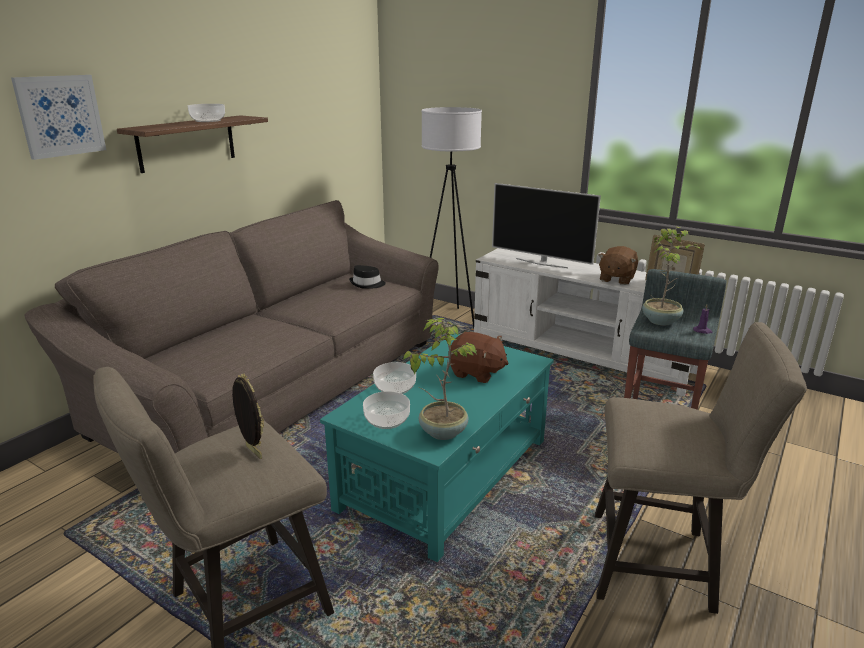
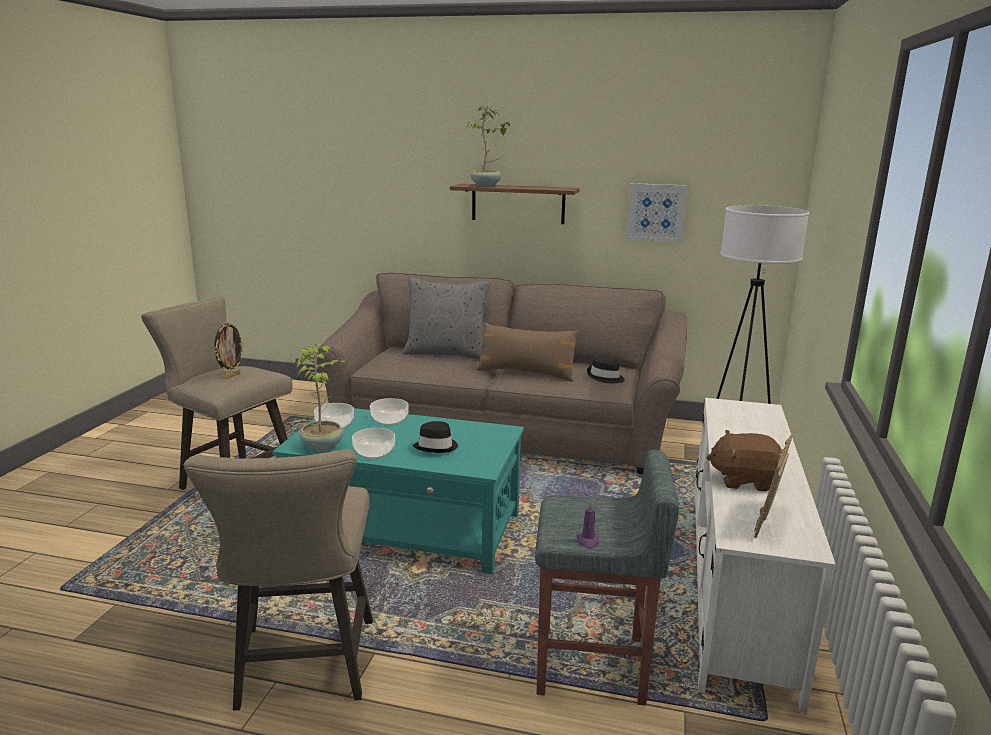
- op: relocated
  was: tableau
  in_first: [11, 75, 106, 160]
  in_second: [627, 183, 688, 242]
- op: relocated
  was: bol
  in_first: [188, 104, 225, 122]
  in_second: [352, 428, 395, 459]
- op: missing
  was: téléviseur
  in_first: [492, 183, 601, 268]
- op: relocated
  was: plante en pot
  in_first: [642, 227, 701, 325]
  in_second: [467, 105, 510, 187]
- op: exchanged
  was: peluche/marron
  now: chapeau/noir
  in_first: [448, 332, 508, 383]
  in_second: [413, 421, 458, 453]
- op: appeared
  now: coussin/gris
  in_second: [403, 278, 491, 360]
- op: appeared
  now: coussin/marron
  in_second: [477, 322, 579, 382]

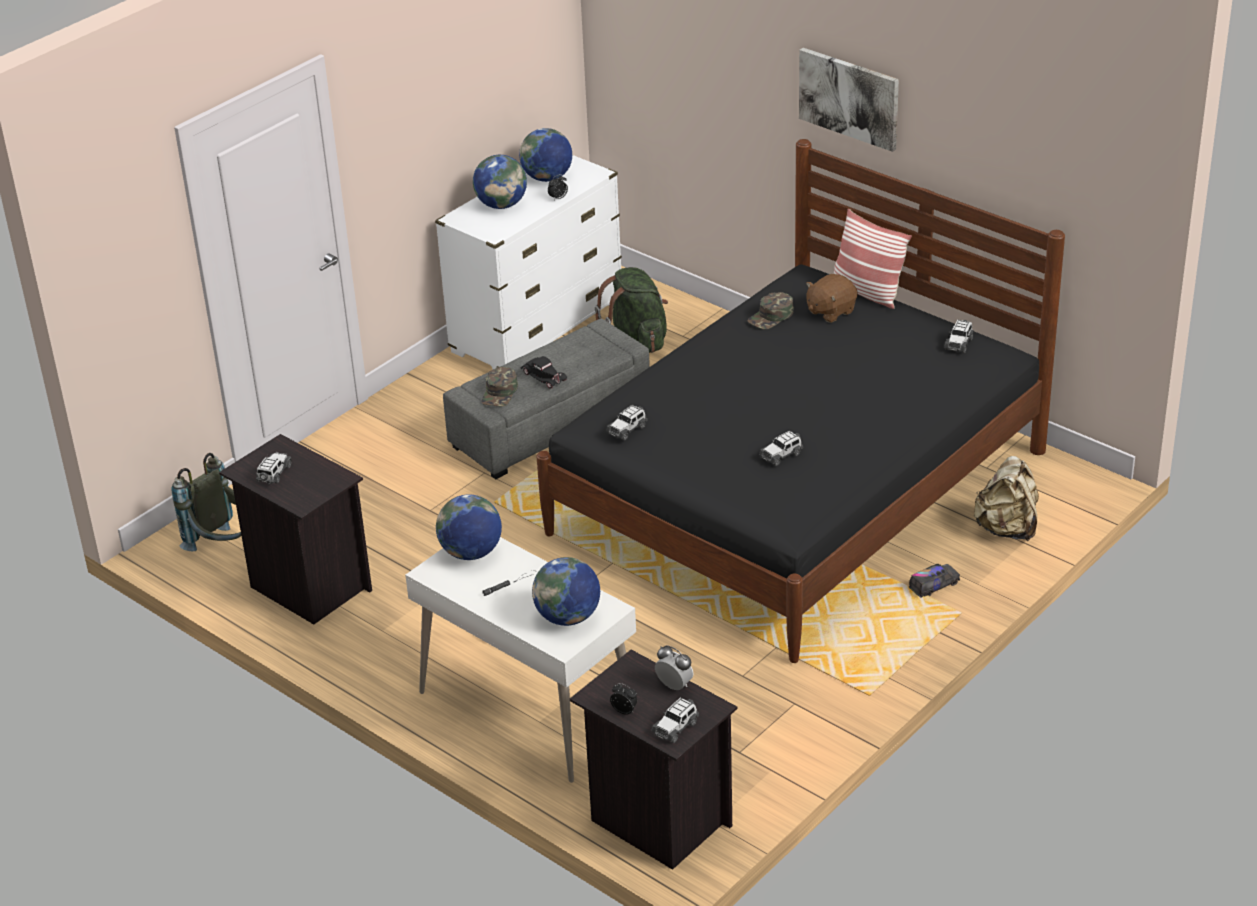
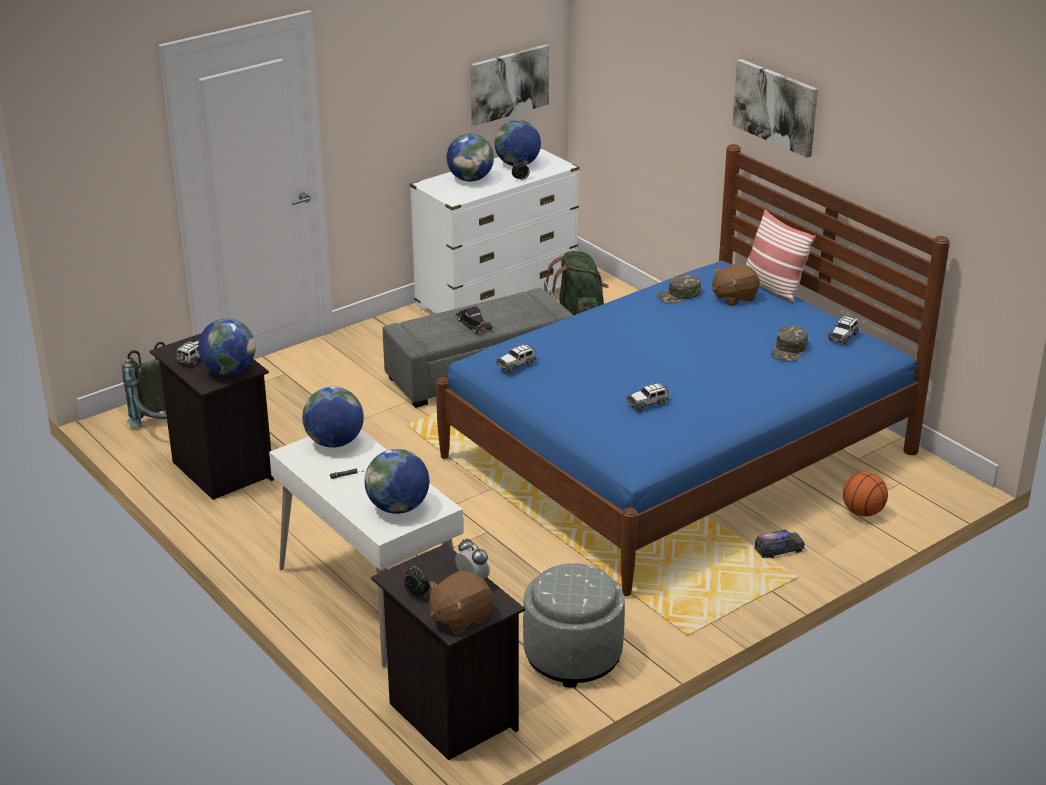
- op: colour
  was: lit/noir
  now: lit/bleu
  in_first: [536, 139, 1065, 663]
  in_second: [436, 144, 950, 596]
- op: relocated
  was: casquette/vert
  in_first: [481, 367, 518, 407]
  in_second: [771, 326, 808, 361]
- op: exchanged
  was: sac à dos/beige
  now: ballon de basket
  in_first: [973, 456, 1039, 541]
  in_second: [843, 472, 888, 517]
- op: exchanged
  was: petite voiture
  now: peluche/marron
  in_first: [652, 698, 699, 743]
  in_second: [429, 571, 493, 634]
- op: appeared
  now: tableau
  in_second: [471, 44, 549, 126]
- op: appeared
  now: globe
  in_second: [198, 319, 256, 375]
- op: appeared
  now: pouf/gris
  in_second: [523, 563, 625, 688]

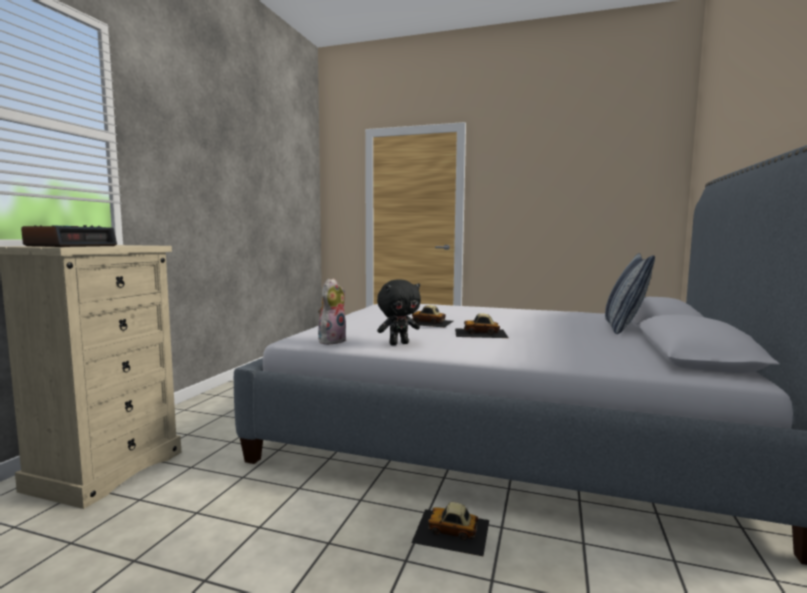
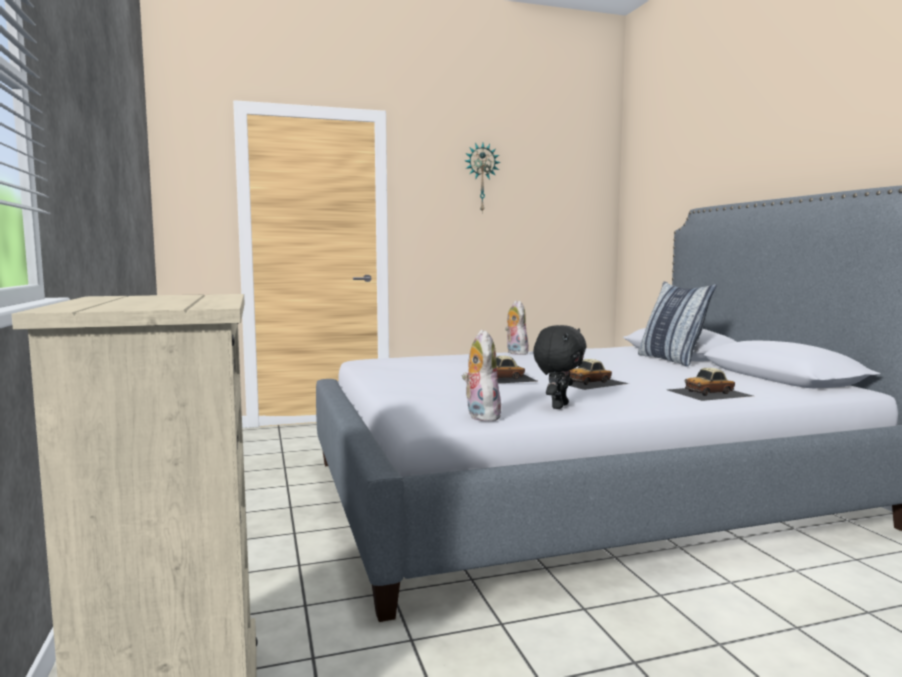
- op: missing
  was: réveil
  in_first: [21, 225, 117, 247]
- op: relocated
  was: petite voiture
  in_first: [412, 502, 489, 556]
  in_second: [668, 368, 753, 401]
- op: appeared
  now: horloge murale
  in_second: [465, 143, 501, 213]
- op: appeared
  now: peluche
  in_second: [505, 301, 529, 355]

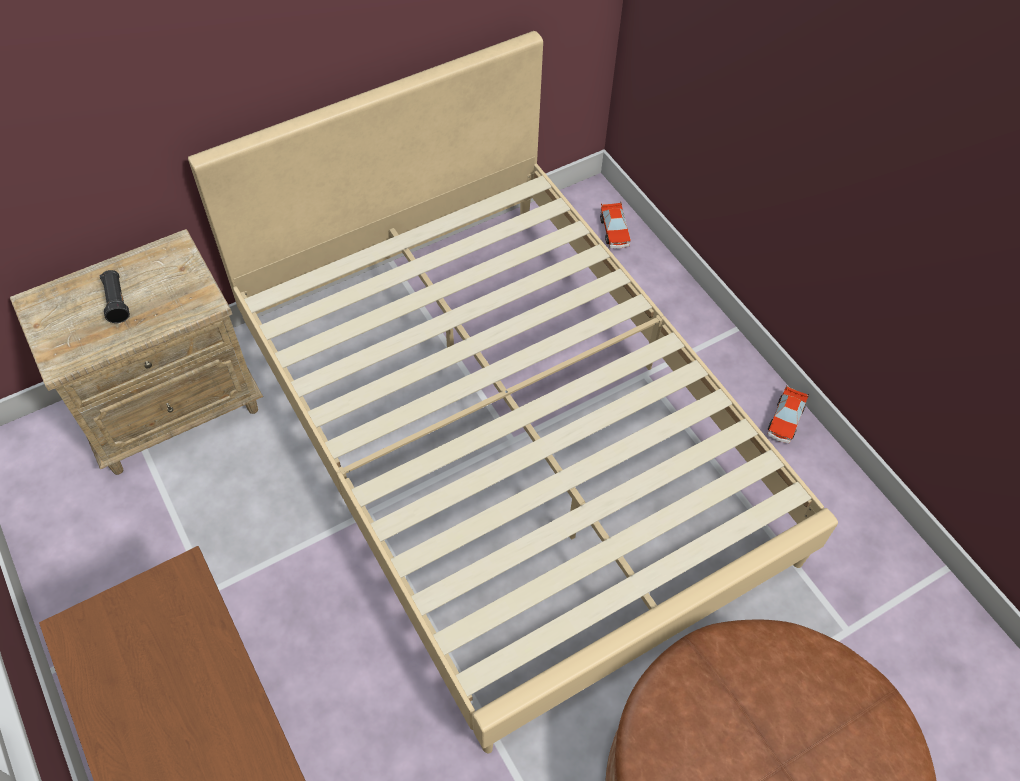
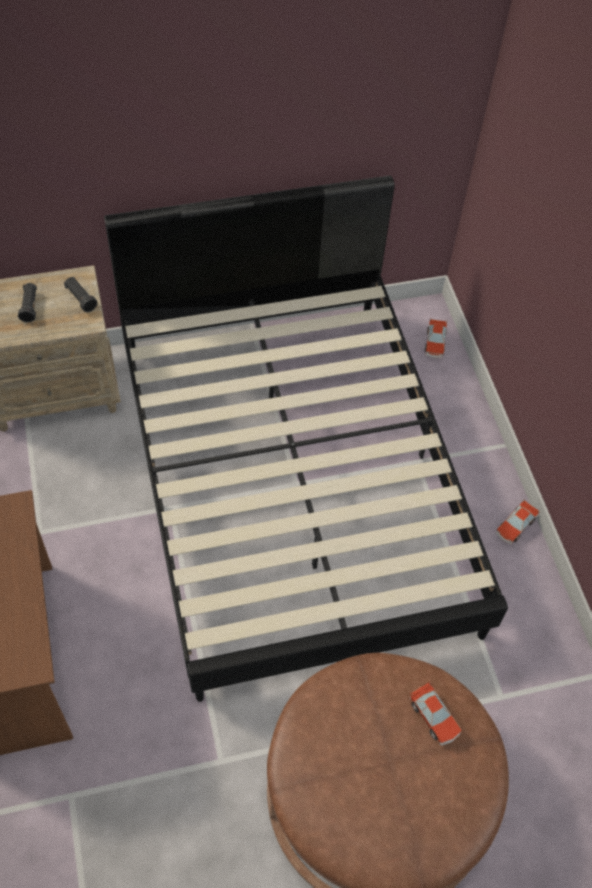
- op: colour
  was: lit/beige
  now: lit/noir
  in_first: [188, 31, 838, 754]
  in_second: [104, 176, 508, 702]
- op: appeared
  now: lampe de poche/noir
  in_second: [64, 277, 98, 312]
- op: appeared
  now: petite voiture
  in_second: [410, 681, 462, 746]

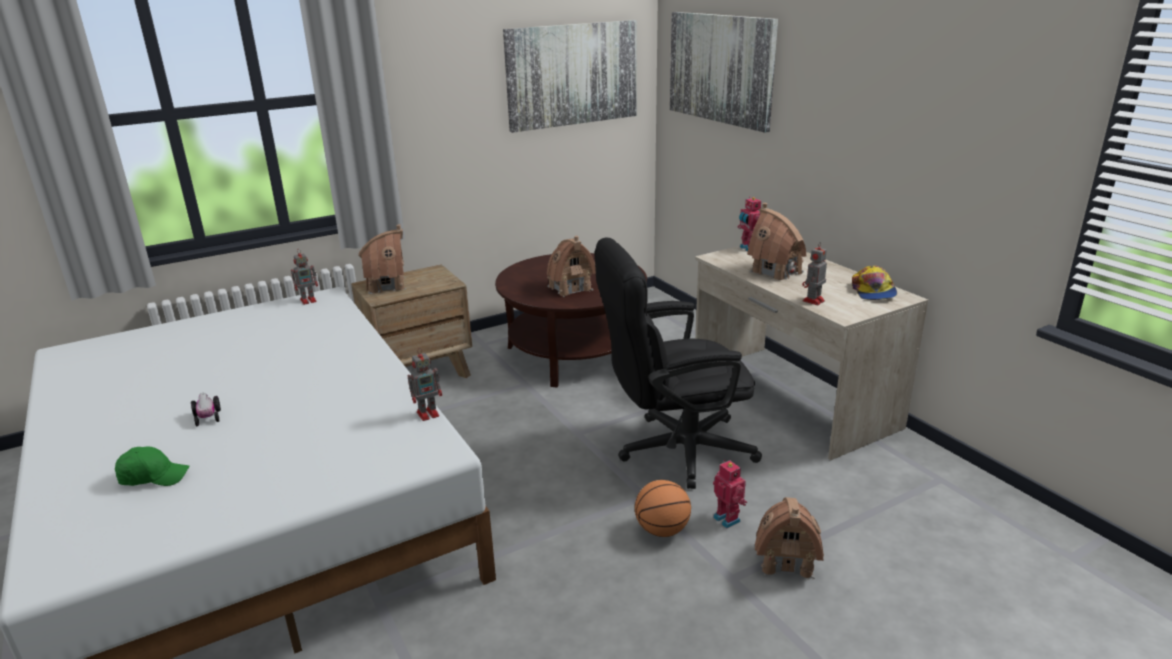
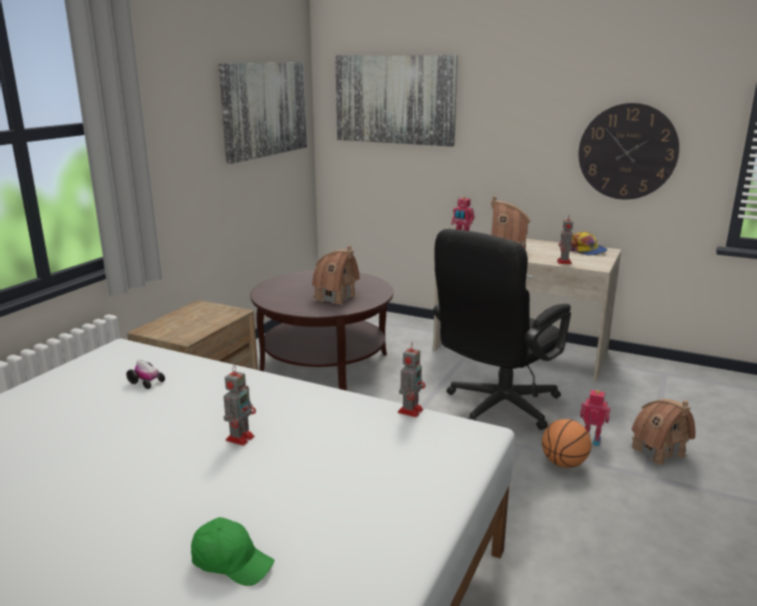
- op: missing
  was: maison miniature
  in_first: [358, 224, 406, 294]
- op: relocated
  was: robot jouet
  in_first: [291, 249, 318, 305]
  in_second: [224, 365, 256, 446]
- op: relocated
  was: petite voiture
  in_first: [191, 393, 221, 426]
  in_second: [126, 360, 165, 389]
- op: spun
  was: casquette/vert
  in_first: [115, 446, 189, 486]
  in_second: [191, 517, 275, 586]
  clockwise: 60
- op: appeared
  now: horloge murale
  in_second: [579, 103, 679, 200]

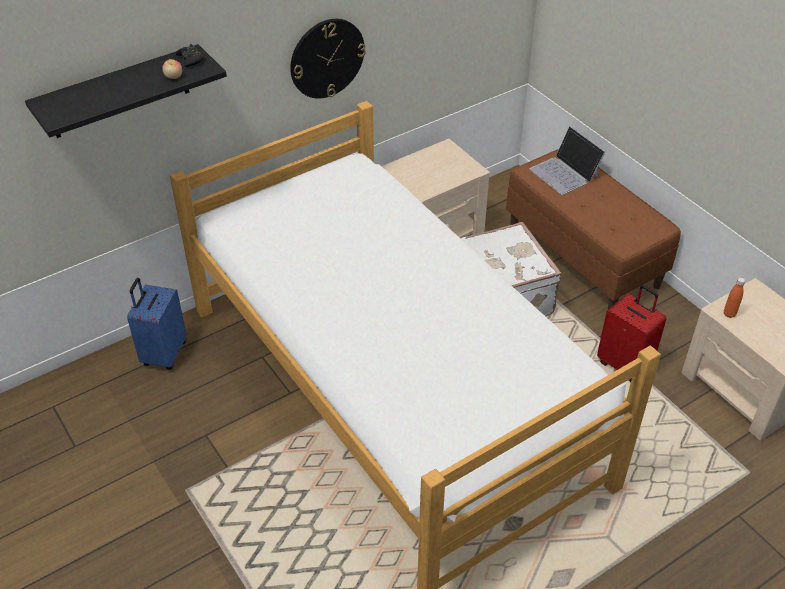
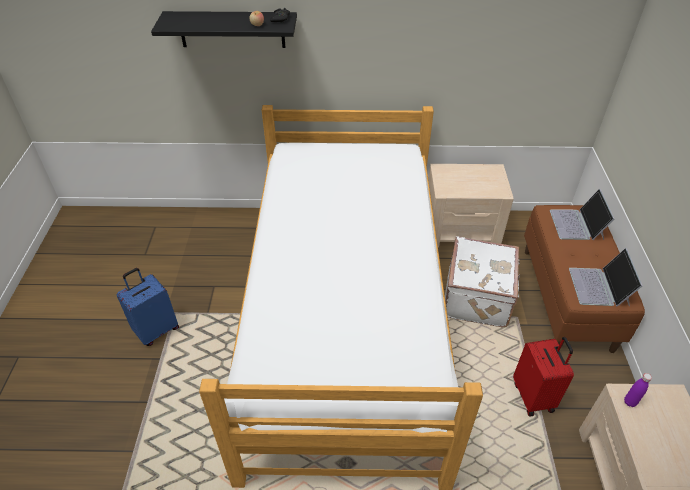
- op: missing
  was: horloge murale
  in_first: [290, 19, 366, 99]
- op: colour
  was: bouteille/orange
  now: bouteille/violet
  in_first: [724, 277, 745, 318]
  in_second: [624, 373, 652, 407]
- op: relocated
  was: valise/bleu
  in_first: [127, 278, 187, 370]
  in_second: [117, 268, 179, 346]
- op: appeared
  now: ordinateur portable
  in_second: [569, 248, 642, 307]

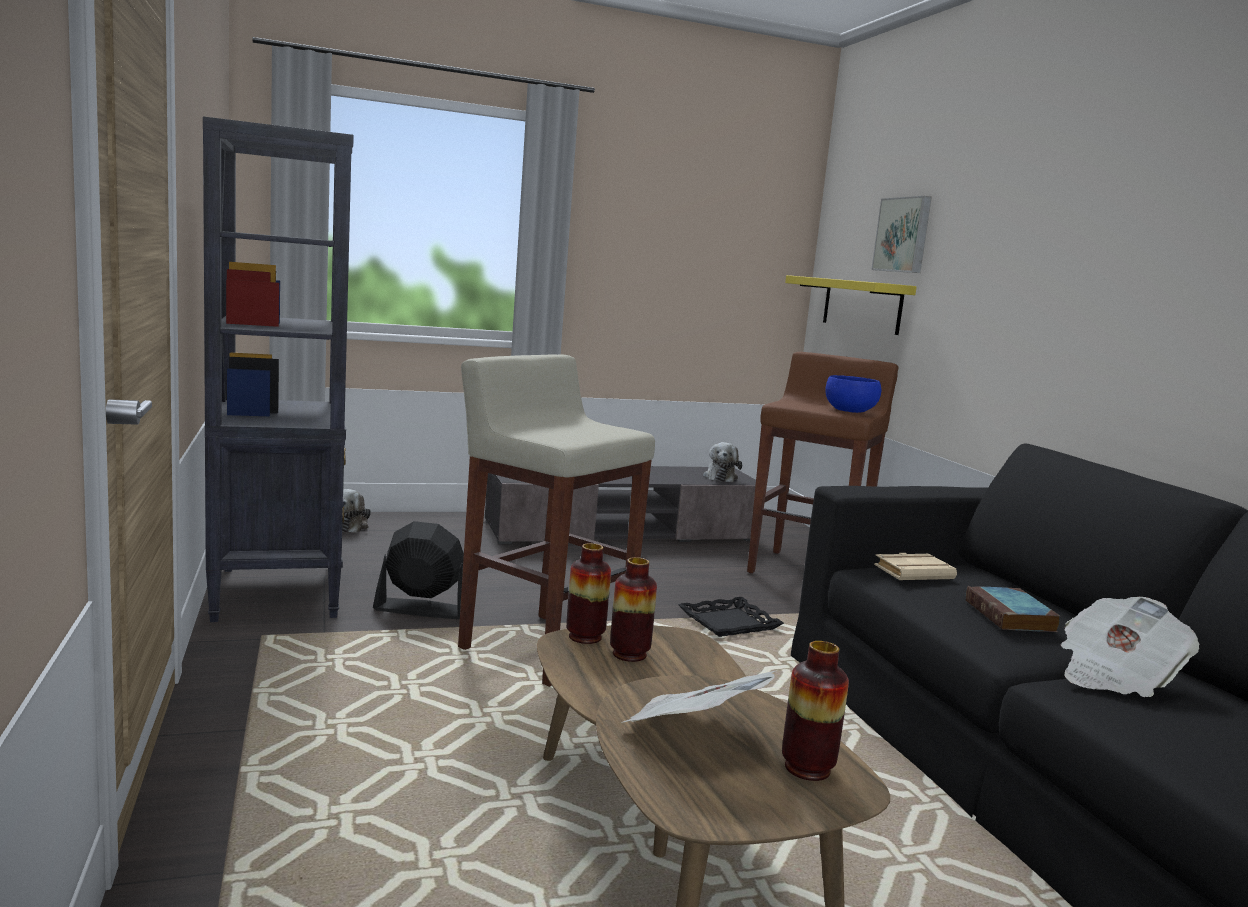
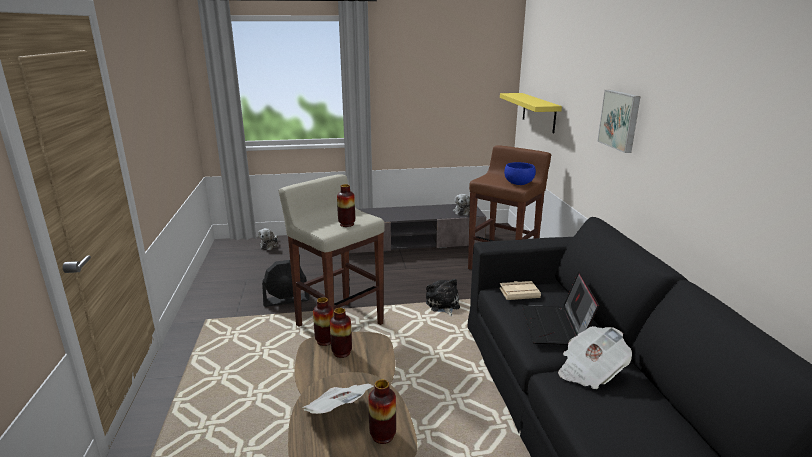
- op: missing
  was: bibliothèque/noir
  in_first: [203, 116, 354, 622]
- op: relocated
  was: tableau
  in_first: [871, 196, 932, 273]
  in_second: [597, 90, 641, 153]
- op: spun
  was: ventilateur/noir
  in_first: [373, 521, 464, 619]
  in_second: [262, 260, 310, 307]
  clockwise: 150
- op: exchanged
  was: livre
  now: ordinateur portable
  in_first: [965, 586, 1060, 632]
  in_second: [522, 272, 599, 345]
- op: exchanged
  was: plateau/noir
  now: peluche
  in_first: [678, 597, 784, 637]
  in_second: [426, 279, 460, 316]
- op: appeared
  now: vase
  in_second: [337, 184, 355, 227]

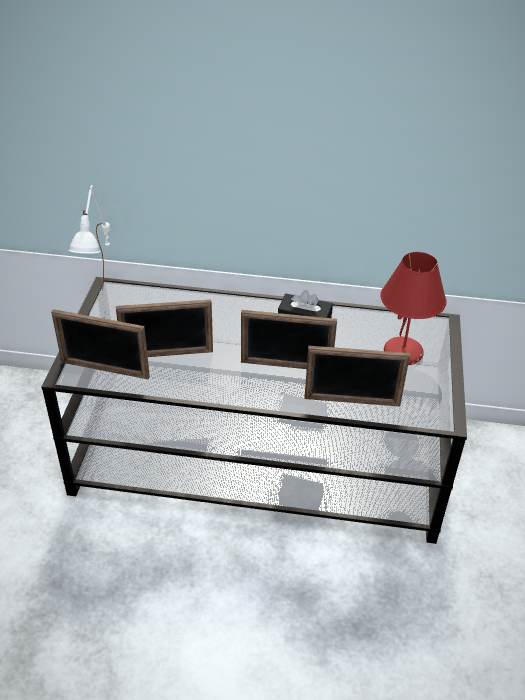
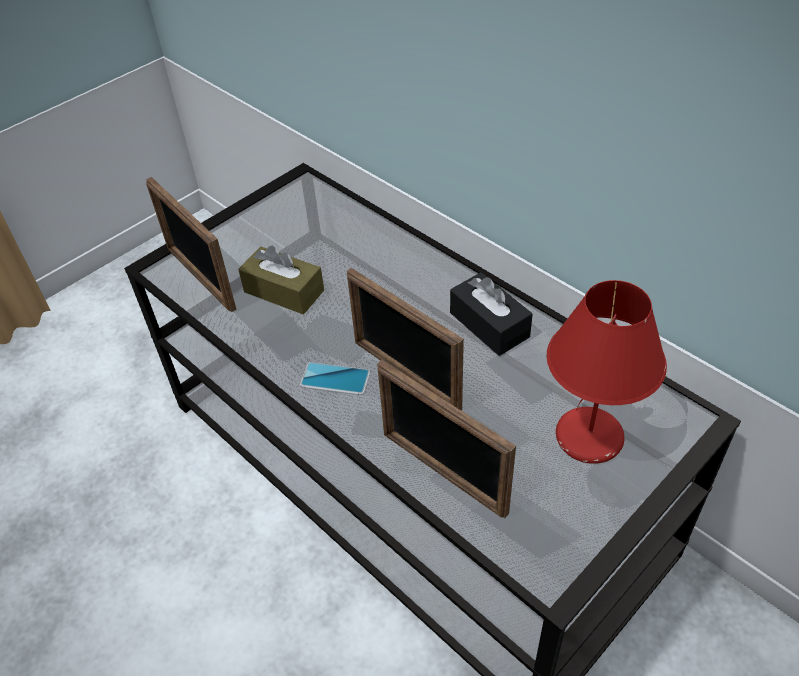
- op: missing
  was: lampe de table/blanc
  in_first: [69, 185, 110, 291]
- op: exchanged
  was: cadre photo
  now: boîte à mouchoirs/marron
  in_first: [116, 300, 213, 357]
  in_second: [238, 246, 324, 314]
- op: appeared
  now: téléphone
  in_second: [300, 362, 370, 395]

